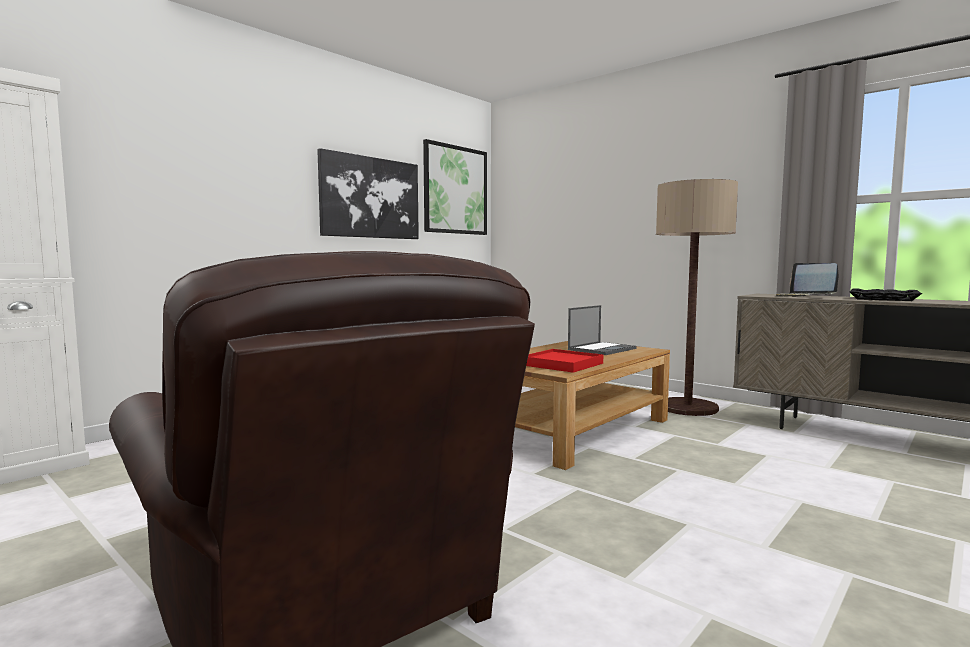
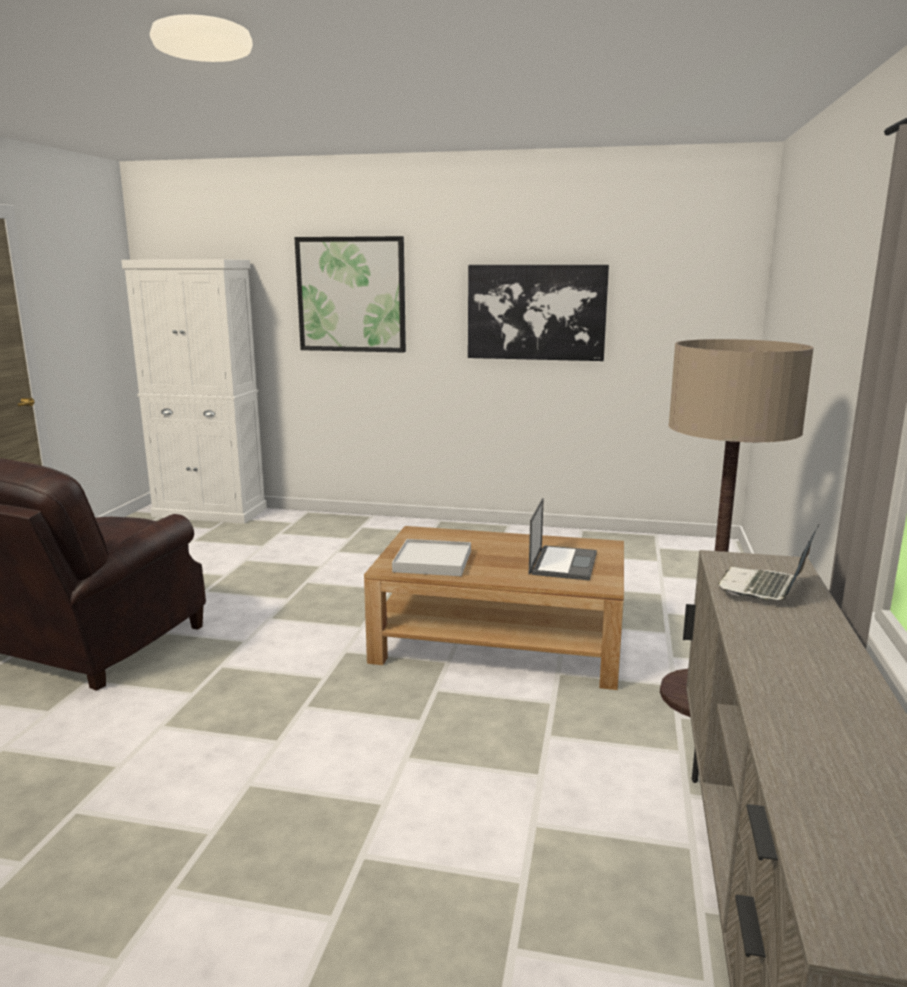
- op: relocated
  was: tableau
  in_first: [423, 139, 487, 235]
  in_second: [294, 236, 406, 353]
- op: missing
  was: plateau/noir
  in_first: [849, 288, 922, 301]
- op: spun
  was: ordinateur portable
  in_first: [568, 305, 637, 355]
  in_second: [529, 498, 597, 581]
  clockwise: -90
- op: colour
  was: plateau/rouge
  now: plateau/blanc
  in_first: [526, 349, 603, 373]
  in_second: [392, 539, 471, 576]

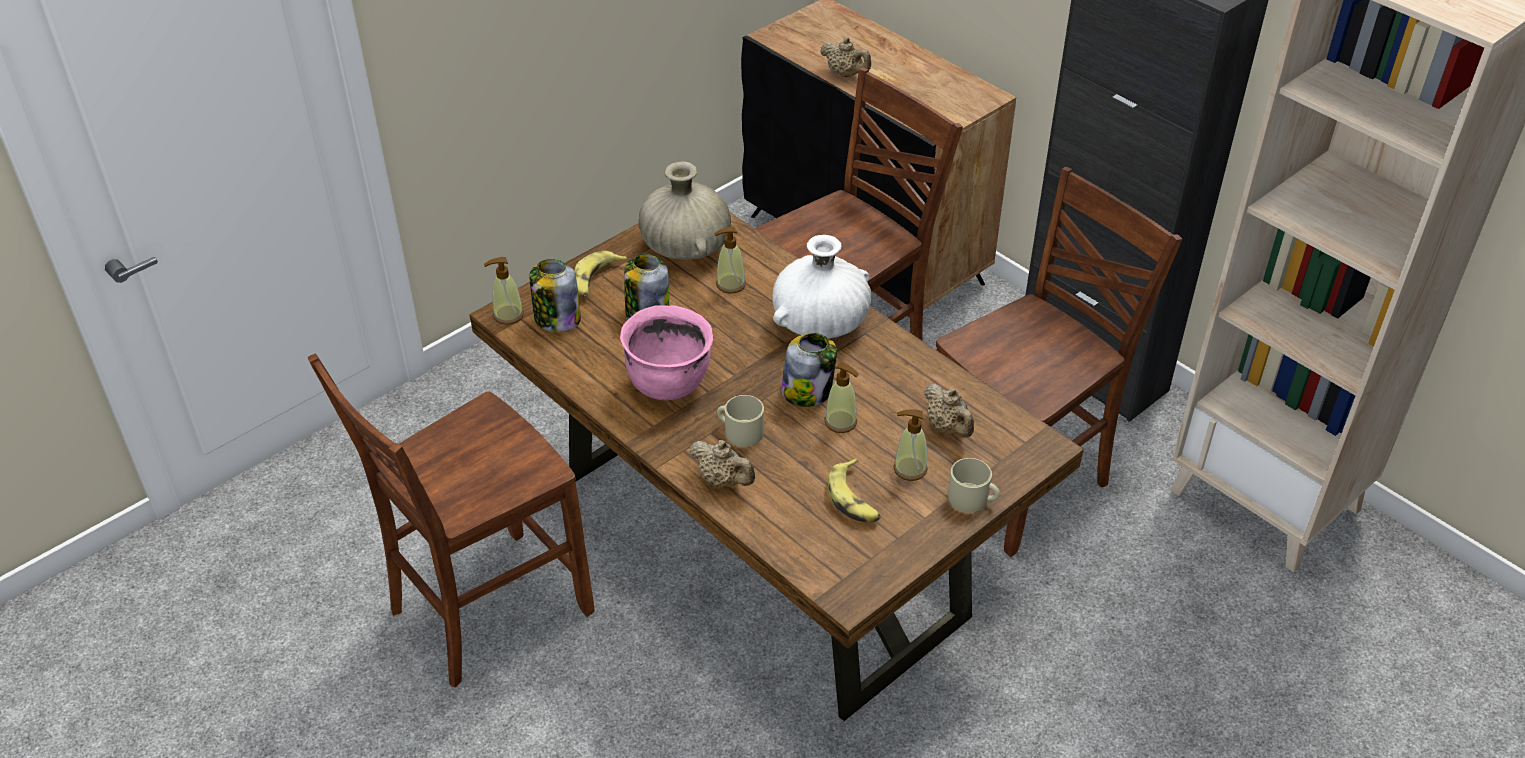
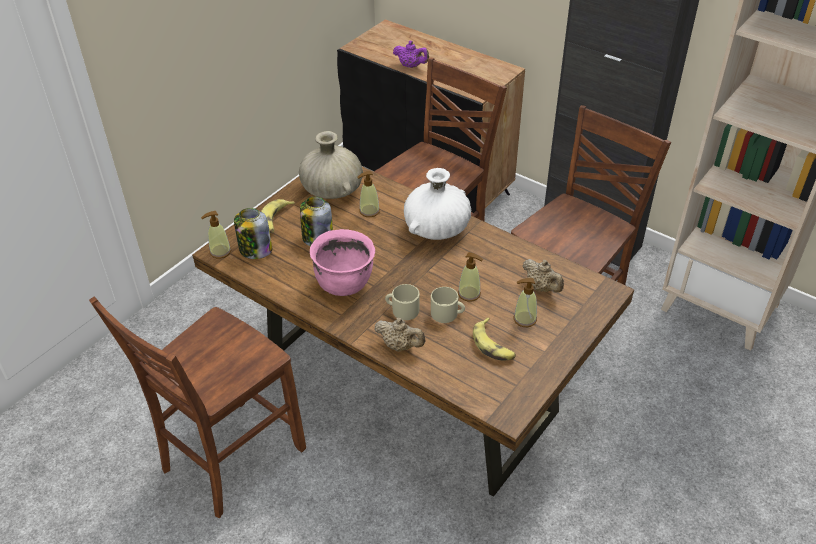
- op: colour
  was: théière/beige
  now: théière/violet
  in_first: [820, 37, 871, 77]
  in_second: [393, 41, 429, 68]
- op: missing
  was: bocal
  in_first: [781, 333, 837, 407]
- op: relocated
  was: mug/beige
  in_first: [948, 458, 1000, 512]
  in_second: [431, 287, 465, 323]

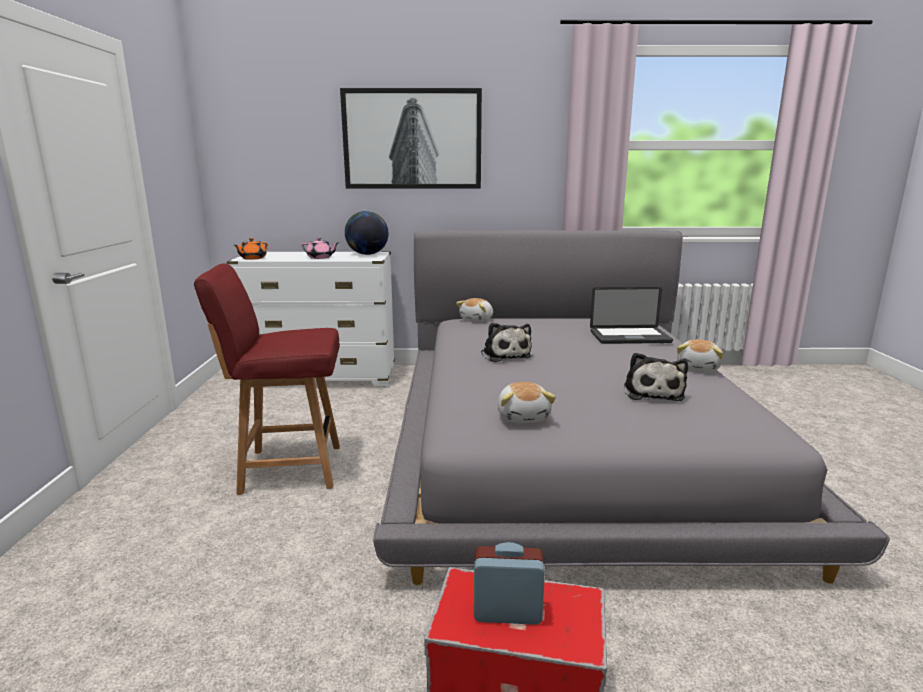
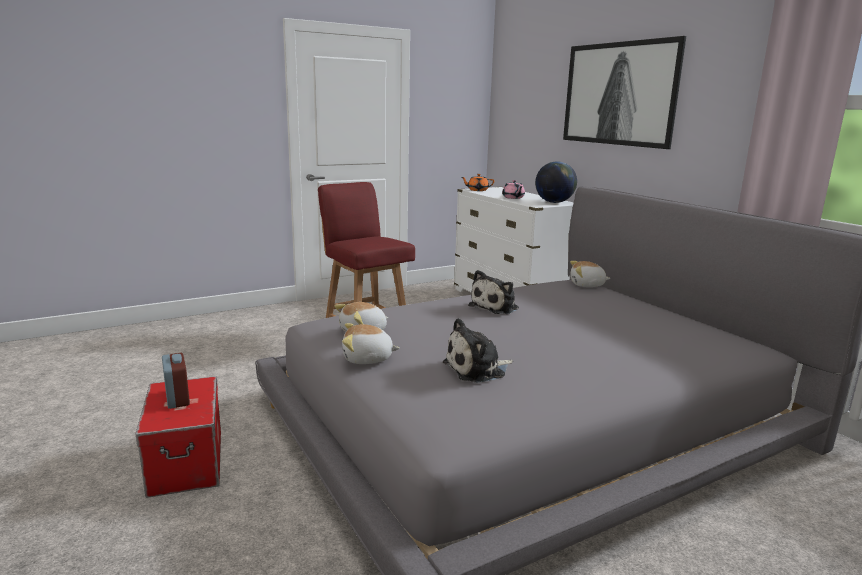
- op: missing
  was: ordinateur portable
  in_first: [590, 287, 673, 344]
- op: relocated
  was: peluche
  in_first: [677, 339, 723, 372]
  in_second: [342, 323, 400, 364]

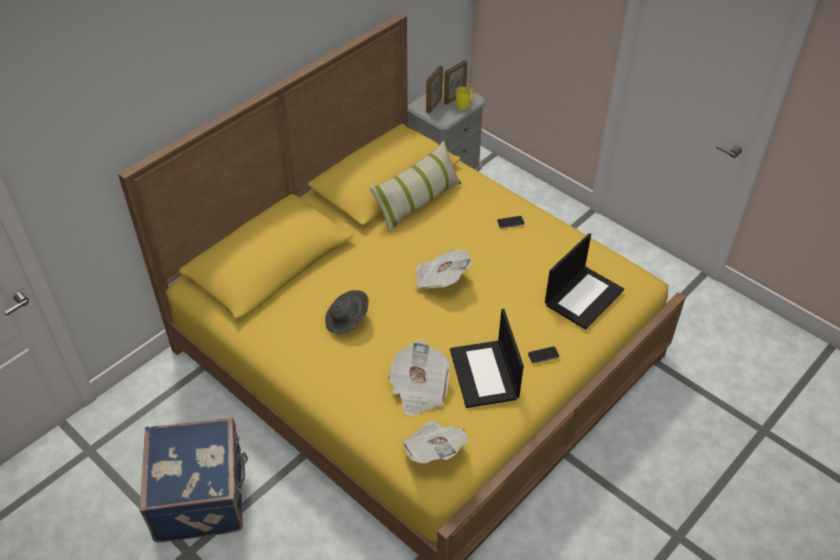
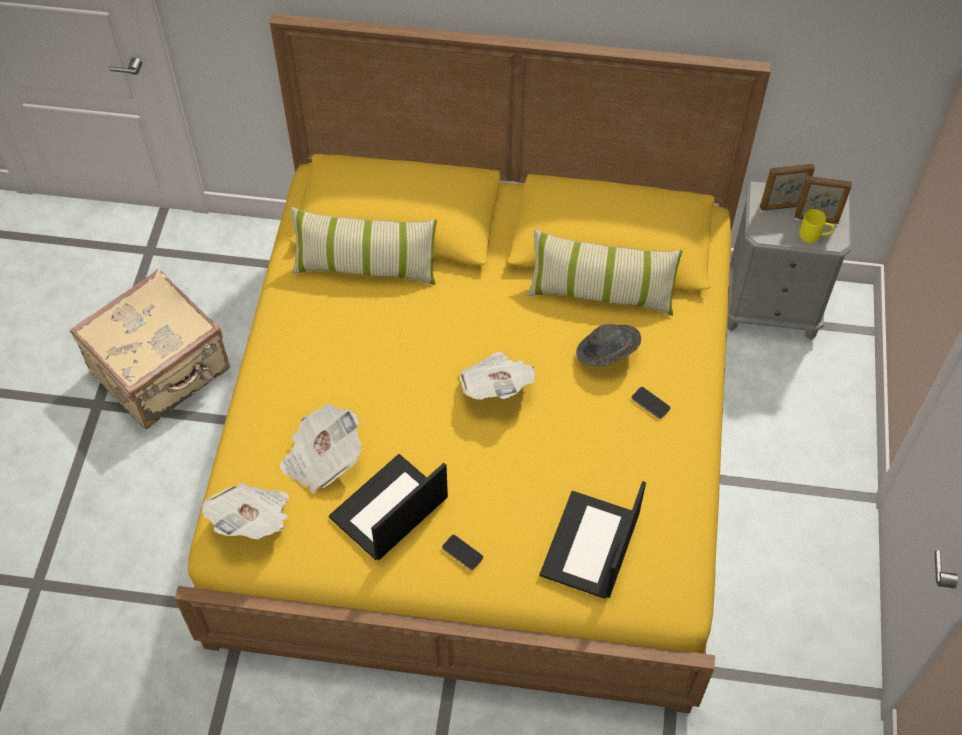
- op: spun
  was: ordinateur portable
  in_first: [545, 233, 624, 330]
  in_second: [540, 481, 646, 599]
  clockwise: 105
- op: relocated
  was: chapeau/gris
  in_first: [325, 290, 369, 334]
  in_second: [576, 324, 641, 366]
- op: colour
  was: valise/bleu
  now: valise/beige
  in_first: [140, 417, 248, 543]
  in_second: [70, 269, 230, 429]
- op: appeared
  now: coussin
  in_second: [291, 207, 437, 285]

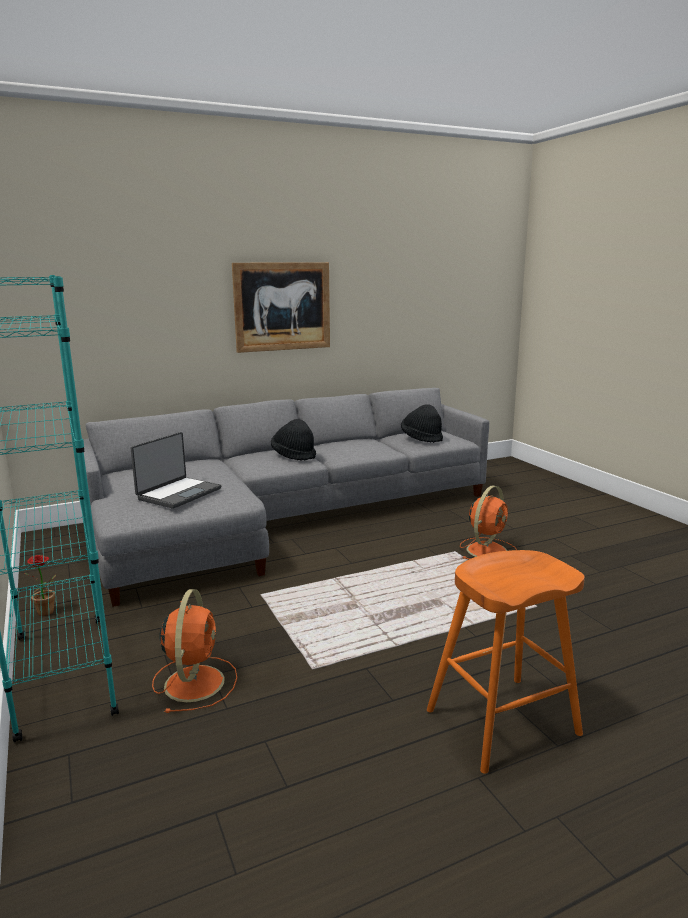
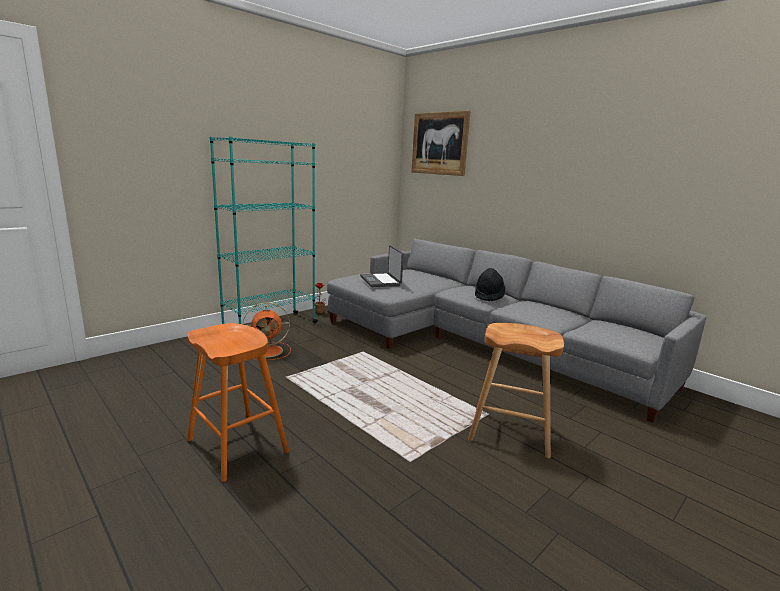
- op: relocated
  was: tableau
  in_first: [232, 262, 330, 353]
  in_second: [411, 111, 471, 176]
- op: missing
  was: chapeau/noir
  in_first: [401, 404, 443, 443]
- op: spun
  was: ordinateur portable
  in_first: [130, 432, 221, 509]
  in_second: [360, 245, 404, 287]
  clockwise: 60
- op: exchanged
  was: ventilateur/orange
  now: tabouret/marron
  in_first: [460, 485, 517, 559]
  in_second: [468, 323, 564, 459]

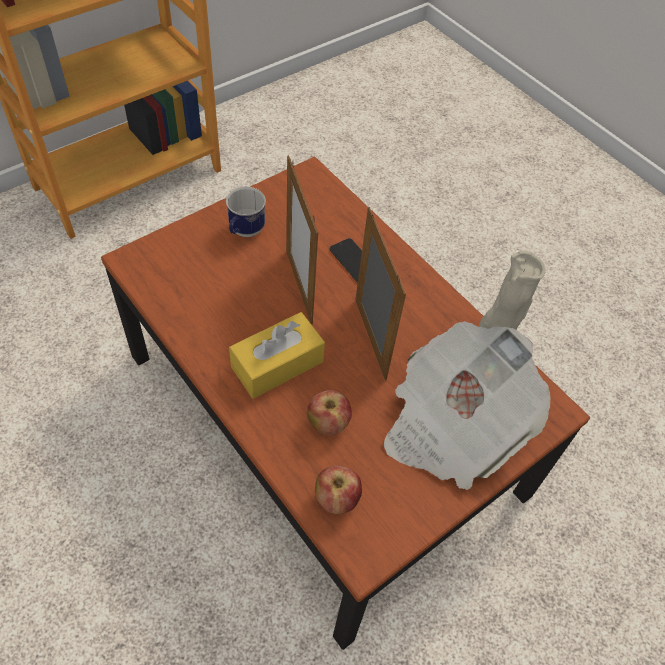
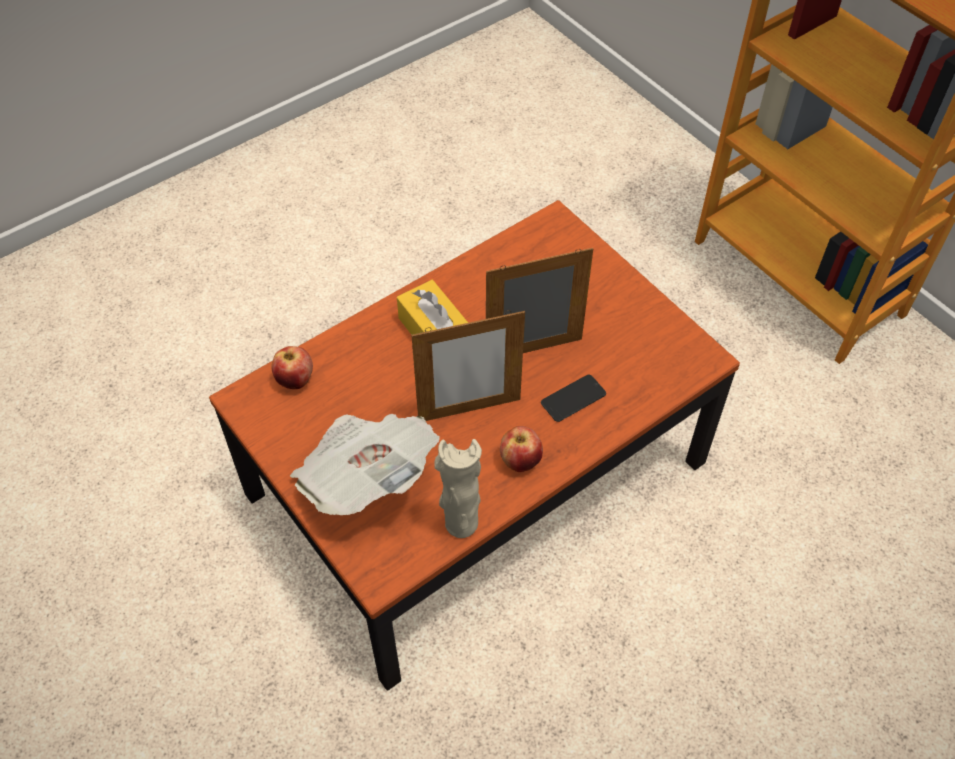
- op: missing
  was: mug
  in_first: [226, 187, 266, 237]
- op: relocated
  was: pomme
  in_first: [307, 390, 352, 435]
  in_second: [500, 426, 543, 472]

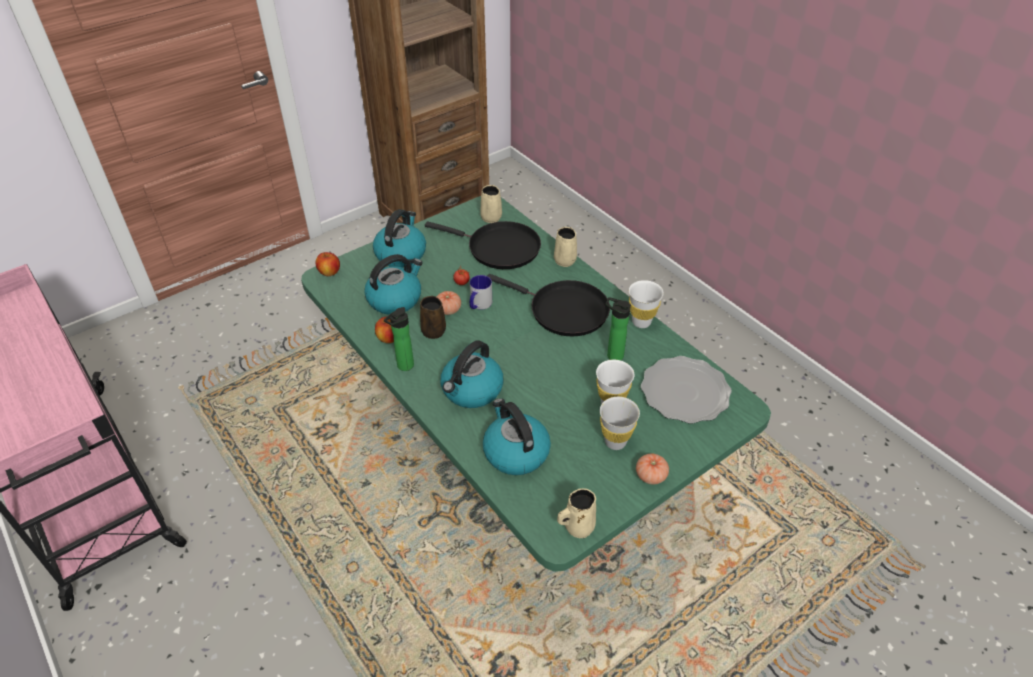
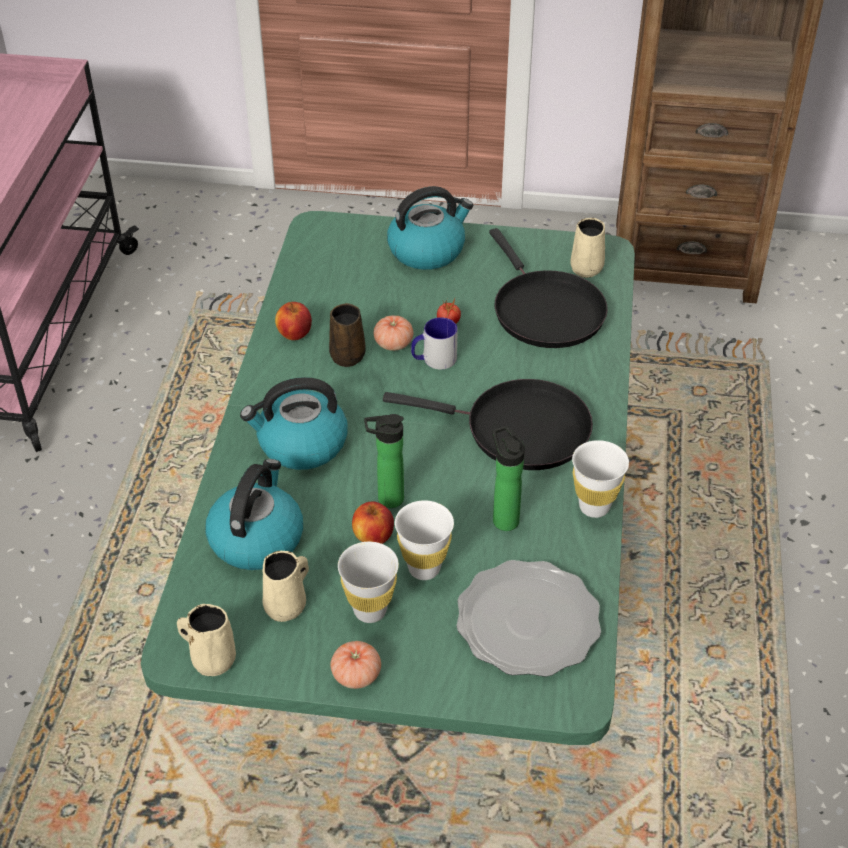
- op: relocated
  was: mug/beige
  in_first: [554, 227, 577, 267]
  in_second: [262, 551, 309, 622]
- op: relocated
  was: pomme
  in_first: [316, 252, 340, 276]
  in_second: [352, 502, 394, 544]
- op: missing
  was: bouilloire
  in_first: [364, 254, 422, 315]
- op: spun
  was: poêle/noir
  in_first: [488, 274, 610, 336]
  in_second: [383, 379, 593, 470]
  clockwise: -60
- op: relocated
  was: bouteille
  in_first: [384, 307, 414, 371]
  in_second: [364, 414, 404, 508]

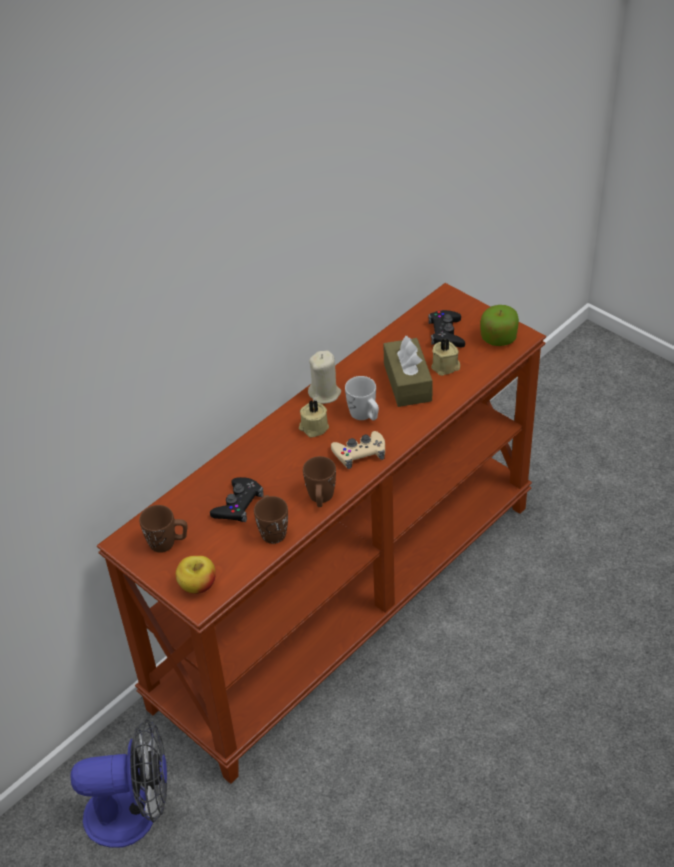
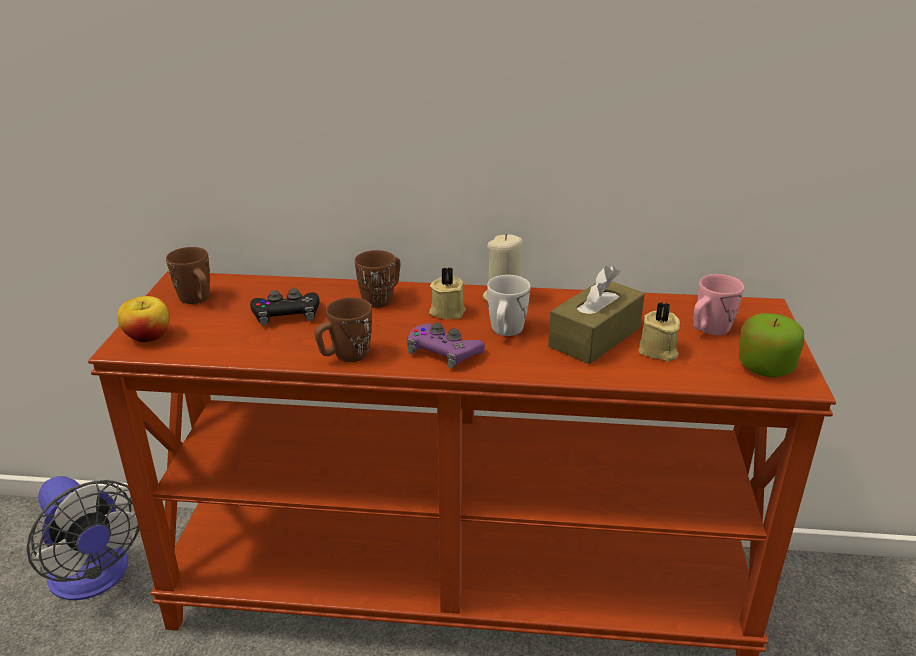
- op: exchanged
  was: manette/noir
  now: mug/rose
  in_first: [428, 310, 465, 348]
  in_second: [694, 274, 744, 335]
- op: colour
  was: manette/beige
  now: manette/violet
  in_first: [331, 431, 385, 469]
  in_second: [407, 323, 485, 369]
- op: relocated
  was: mug/marron
  in_first: [254, 495, 288, 544]
  in_second: [355, 250, 400, 308]

